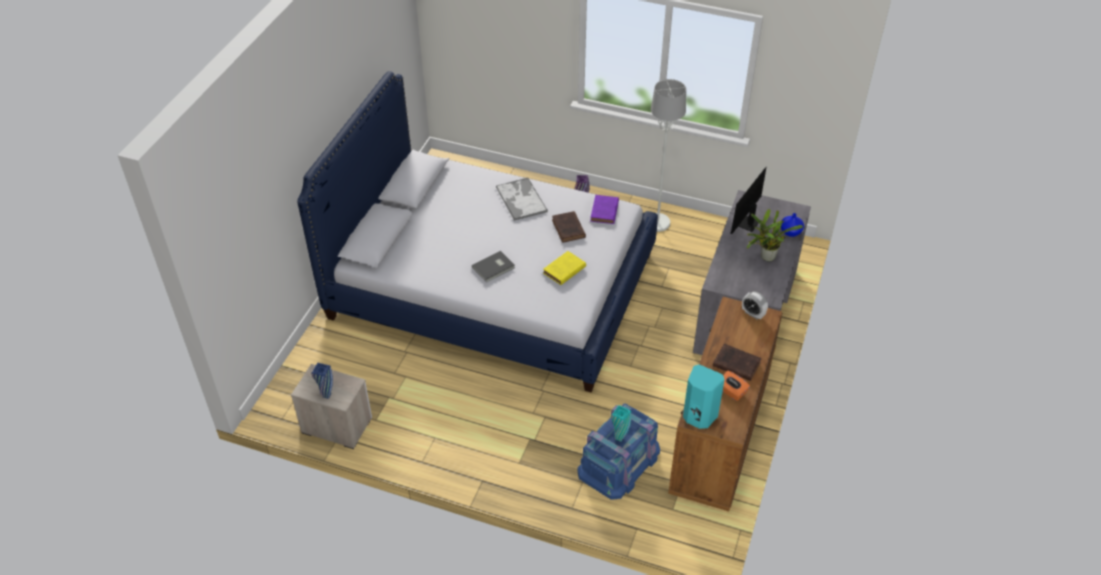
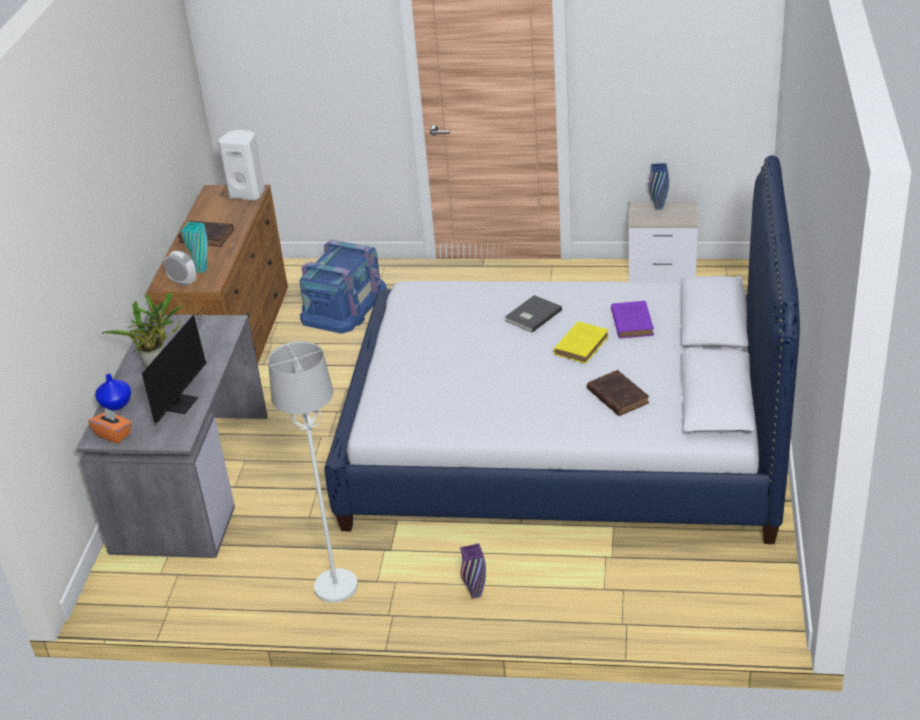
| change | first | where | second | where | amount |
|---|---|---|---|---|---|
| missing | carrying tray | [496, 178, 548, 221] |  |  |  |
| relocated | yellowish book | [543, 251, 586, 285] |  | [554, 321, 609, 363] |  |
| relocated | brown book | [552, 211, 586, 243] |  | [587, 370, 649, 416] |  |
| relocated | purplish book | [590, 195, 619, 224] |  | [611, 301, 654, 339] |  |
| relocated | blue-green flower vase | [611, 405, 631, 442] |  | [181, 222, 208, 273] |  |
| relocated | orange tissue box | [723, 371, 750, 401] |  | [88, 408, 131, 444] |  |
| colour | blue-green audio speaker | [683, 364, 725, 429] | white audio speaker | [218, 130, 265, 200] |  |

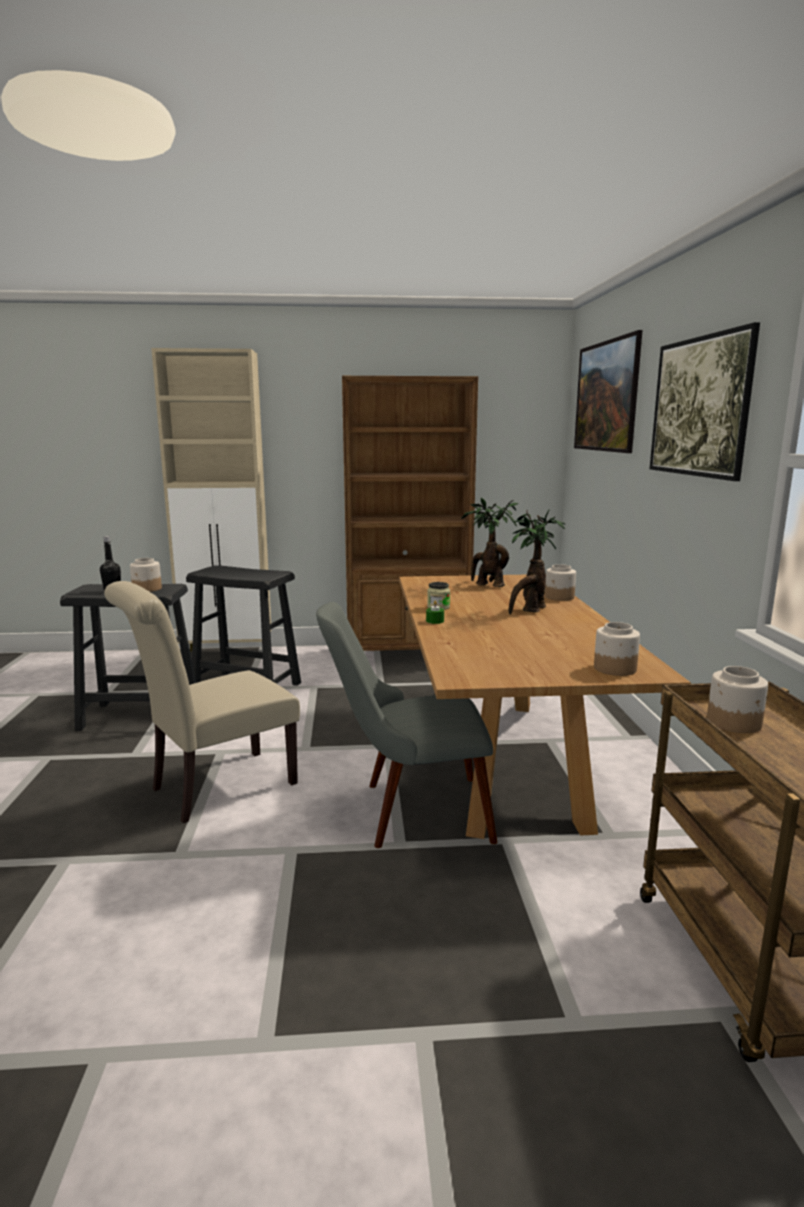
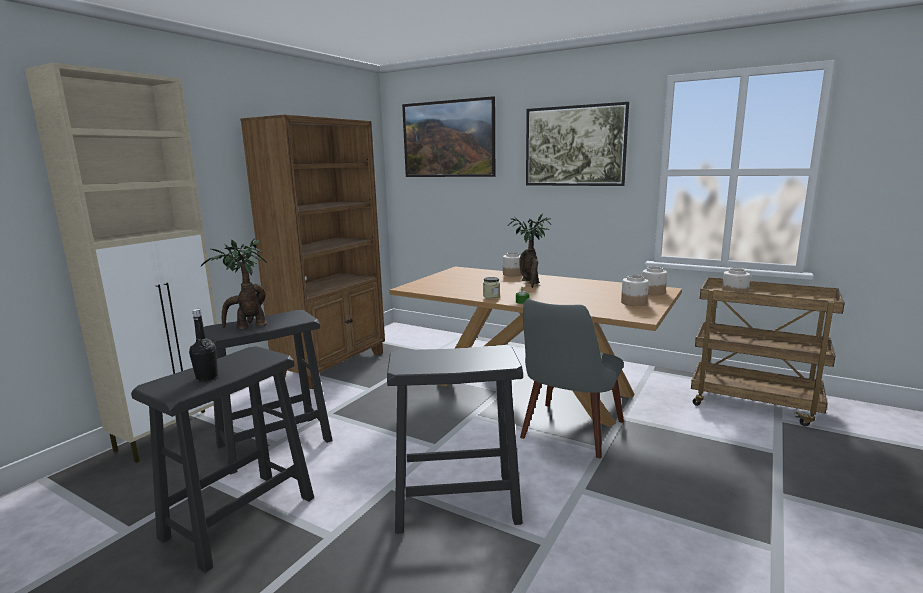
| change | first | where | second | where | amount |
|---|---|---|---|---|---|
| relocated | preserve jar | [130, 558, 162, 592] |  | [621, 275, 649, 306] |  |
| relocated | plant in a pot | [461, 498, 519, 587] |  | [201, 238, 267, 329] |  |
| exchanged | beige upright chair | [104, 581, 300, 823] | black stool seat | [387, 345, 523, 534] |  |

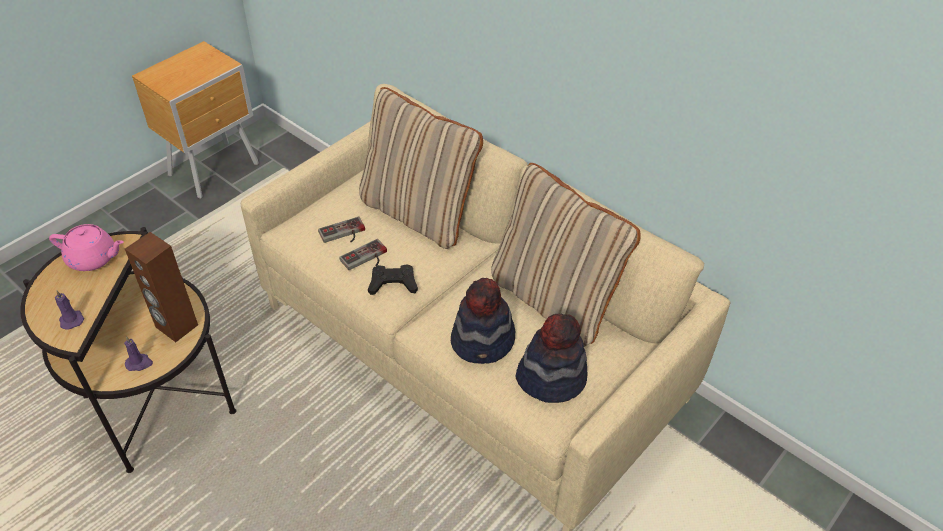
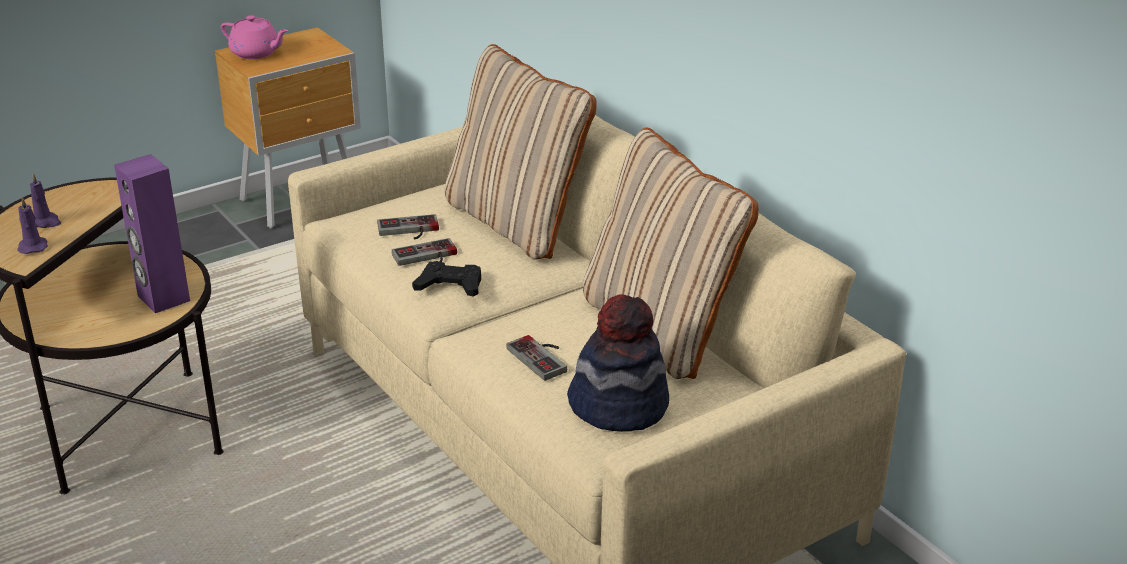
| change | first | where | second | where | amount |
|---|---|---|---|---|---|
| relocated | pink pot for tea | [49, 224, 124, 271] |  | [221, 15, 288, 59] |  |
| relocated | purplish wax light | [124, 336, 153, 371] |  | [30, 173, 61, 228] |  |
| exchanged | wearable hat | [451, 278, 515, 364] | game controller | [507, 335, 567, 381] |  |
| colour | brown audio speaker | [125, 232, 198, 342] | purplish audio speaker | [114, 154, 190, 313] |  |

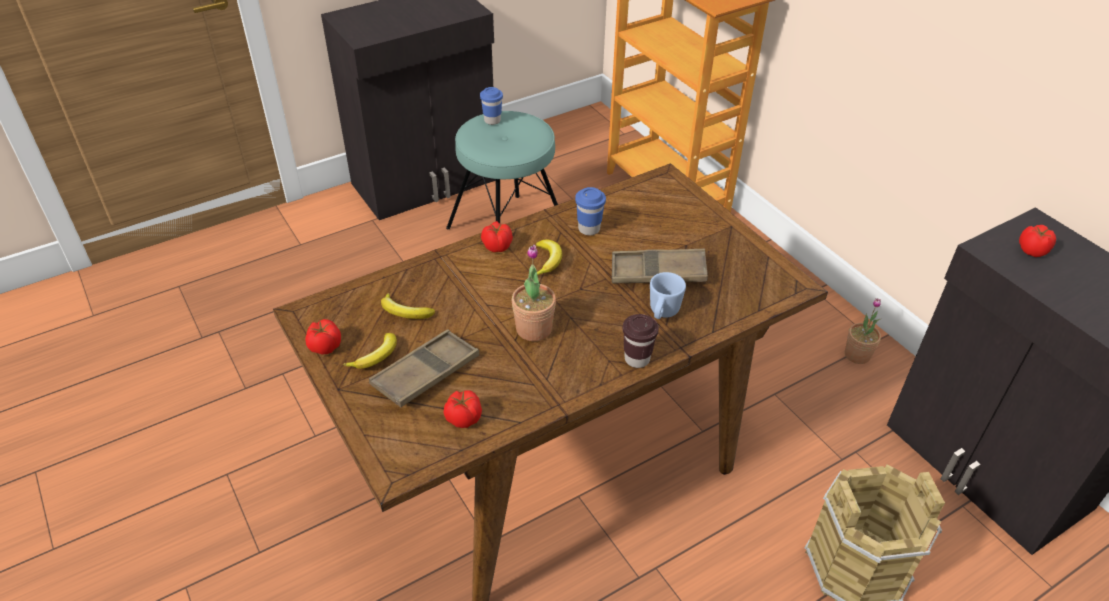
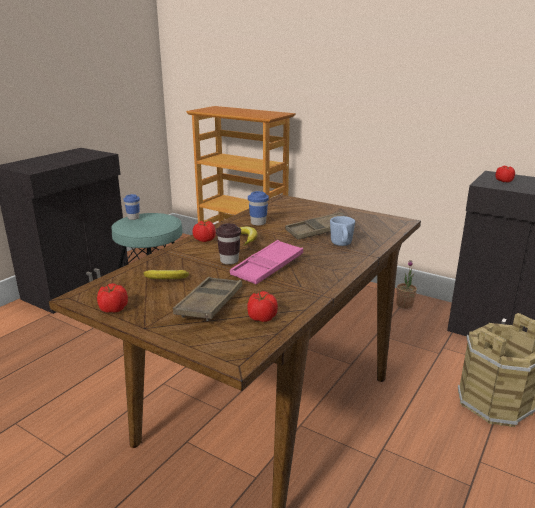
| change | first | where | second | where | amount |
|---|---|---|---|---|---|
| missing | banana fruit | [343, 333, 397, 369] |  |  |  |
| relocated | brown cup | [622, 314, 659, 368] |  | [216, 223, 241, 265] |  |
| exchanged | plant in a pot | [512, 245, 556, 341] | pink carrying tray | [230, 240, 303, 284] |  |

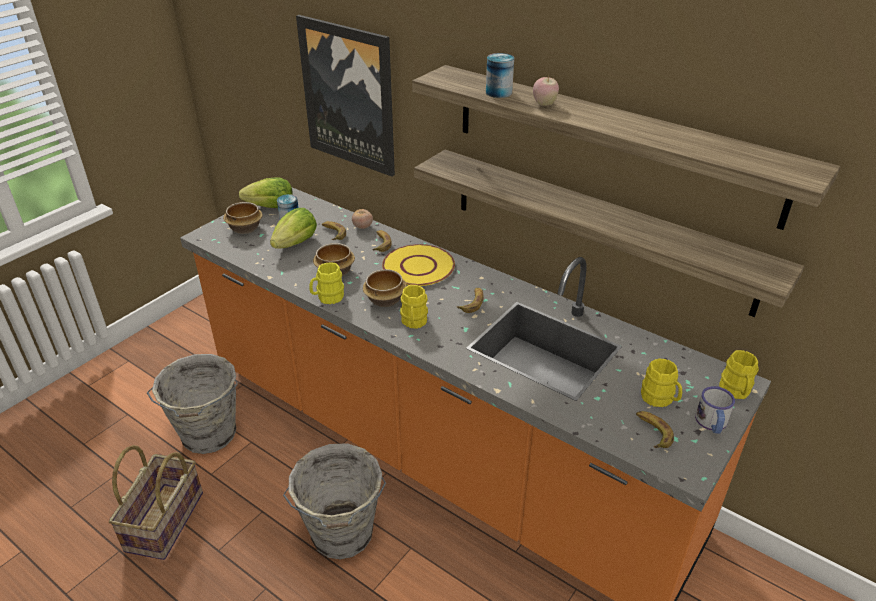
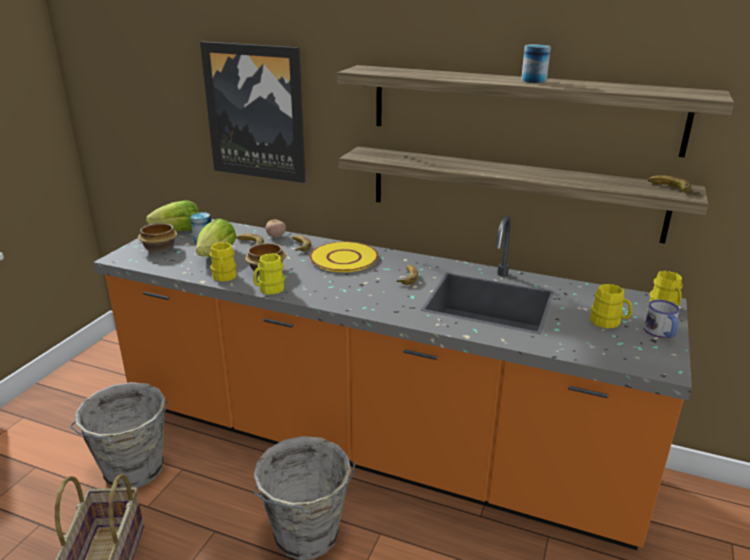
| change | first | where | second | where | amount |
|---|---|---|---|---|---|
| missing | bowl | [363, 269, 407, 307] |  |  |  |
| missing | whole apple | [533, 76, 559, 106] |  |  |  |
| relocated | yellowish mug | [400, 285, 428, 329] |  | [210, 242, 236, 282] |  |
| relocated | sealed can | [486, 53, 514, 98] |  | [521, 44, 551, 83] |  |
| relocated | banana fruit | [636, 411, 674, 448] |  | [648, 175, 691, 193] |  |

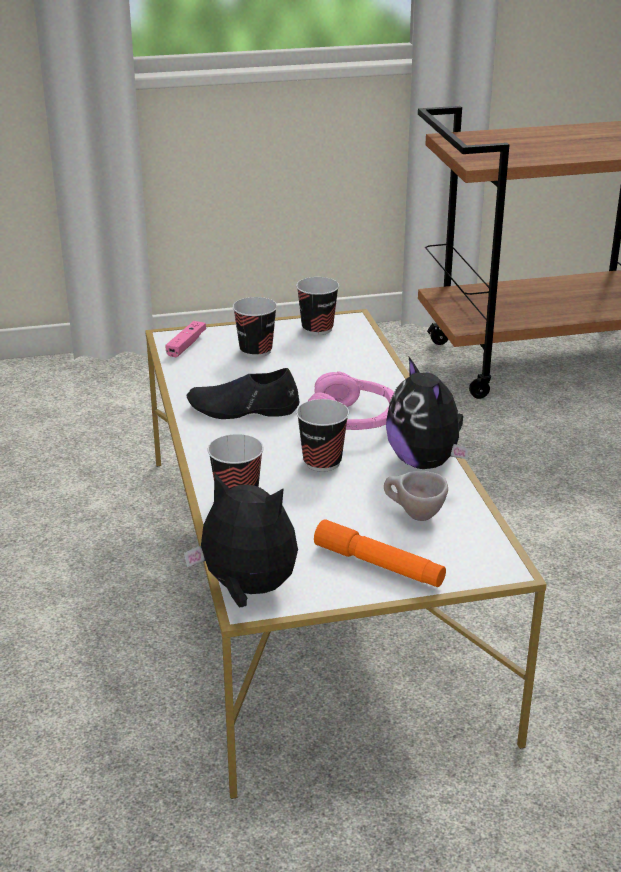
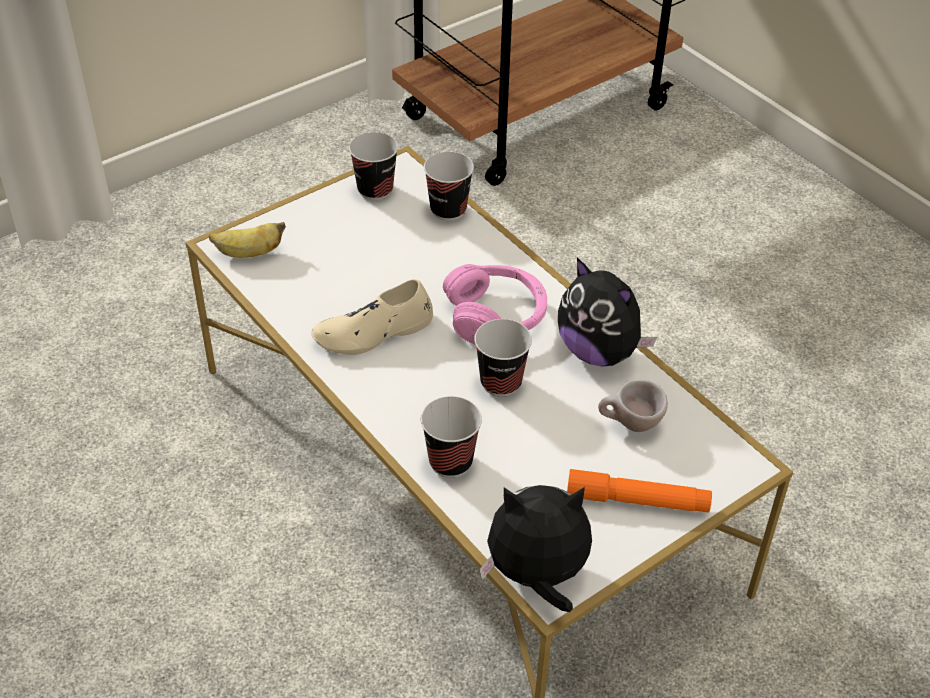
| change | first | where | second | where | amount |
|---|---|---|---|---|---|
| relocated | cup | [233, 297, 277, 358] |  | [424, 151, 474, 221] |  |
| exchanged | pink game controller | [166, 321, 206, 357] | banana fruit | [209, 221, 286, 258] |  |
| colour | black low shoe | [187, 368, 299, 419] | beige low shoe | [311, 279, 433, 355] |  |

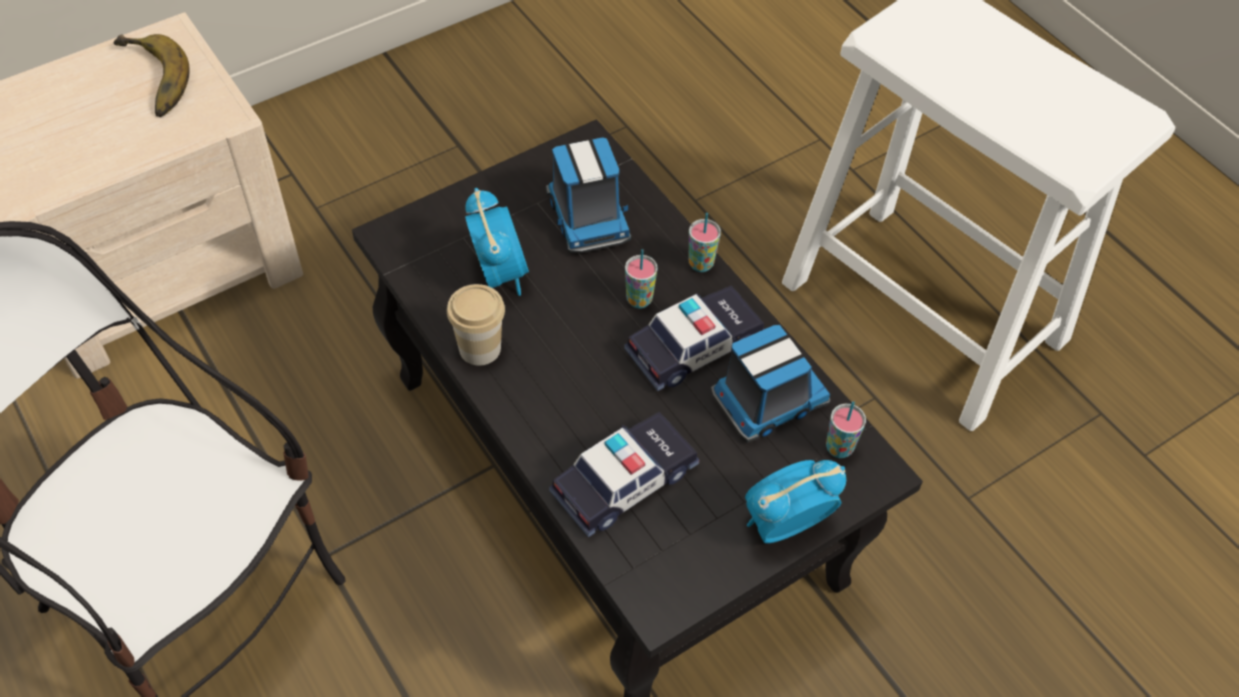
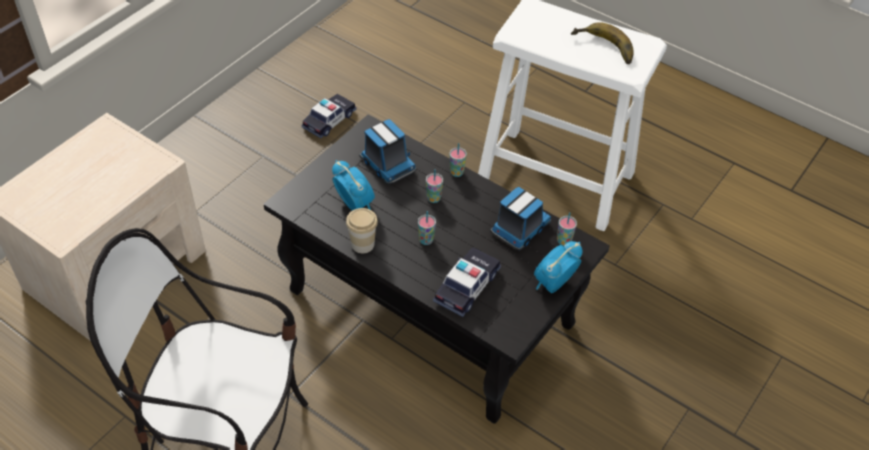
| change | first | where | second | where | amount |
|---|---|---|---|---|---|
| appeared |  |  | cup | [418, 211, 436, 245] |  |
| relocated | banana fruit | [113, 34, 190, 117] |  | [571, 22, 634, 64] |  |
| relocated | miniature car | [624, 285, 764, 391] |  | [302, 94, 356, 138] |  |

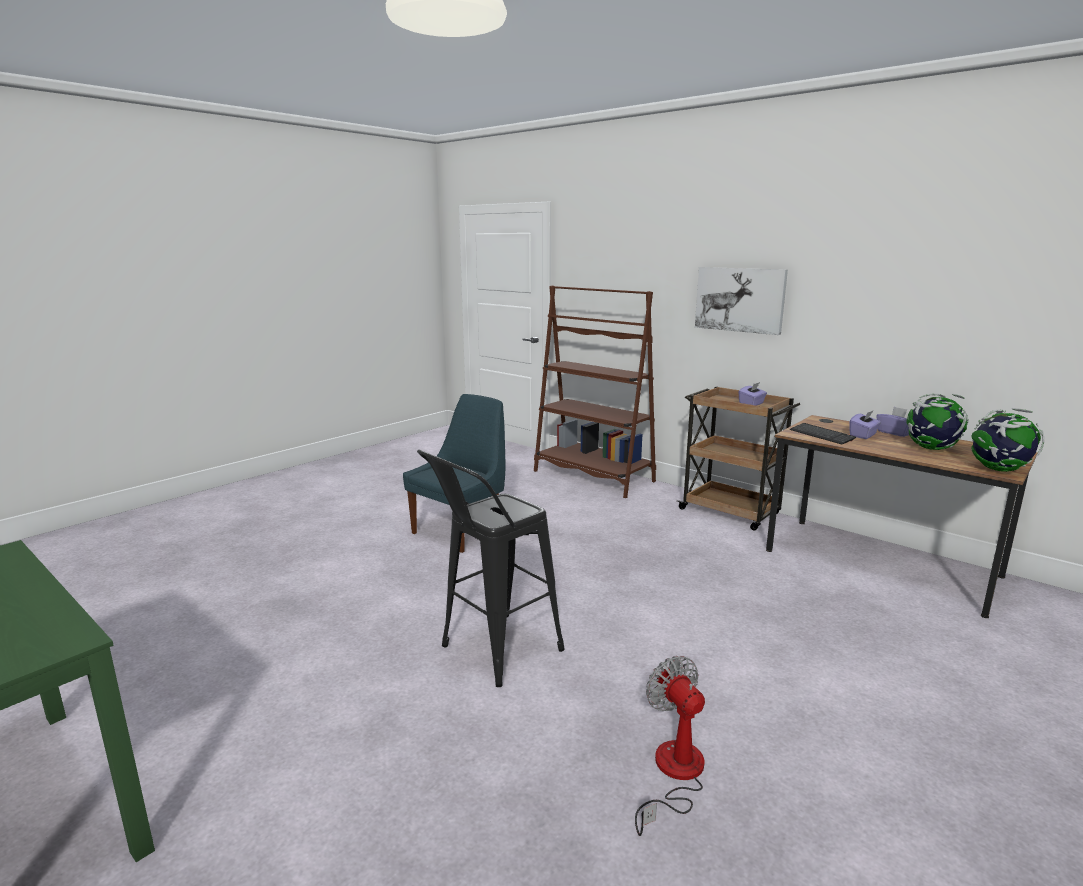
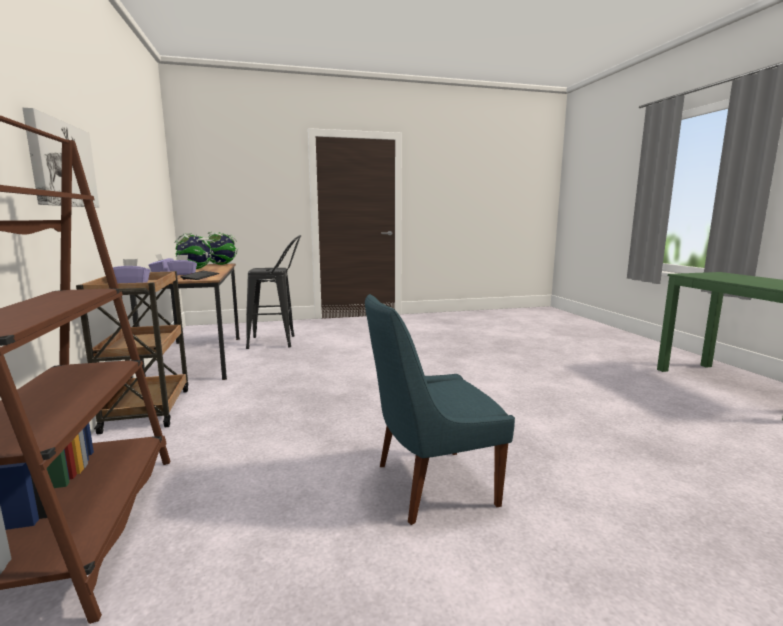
| change | first | where | second | where | amount |
|---|---|---|---|---|---|
| missing | cooling fan | [635, 656, 705, 836] |  |  |  |
| relocated | black stool seat | [417, 450, 565, 687] |  | [246, 235, 302, 349] |  |

